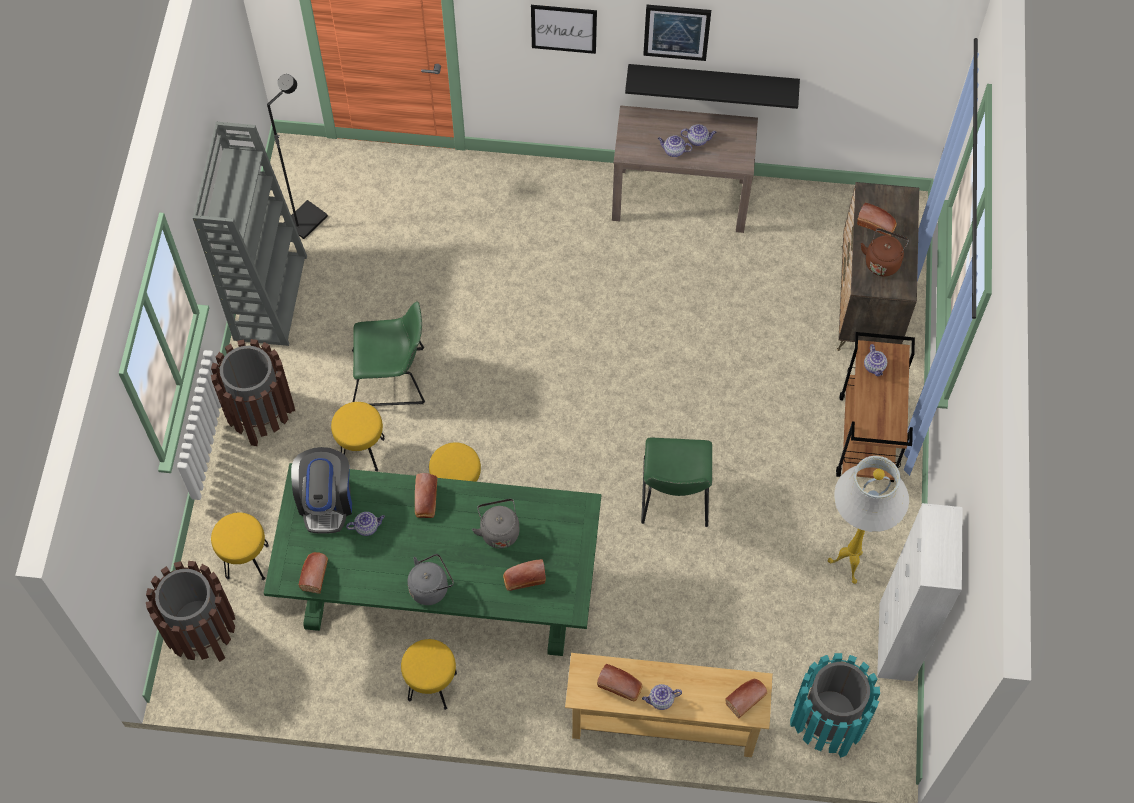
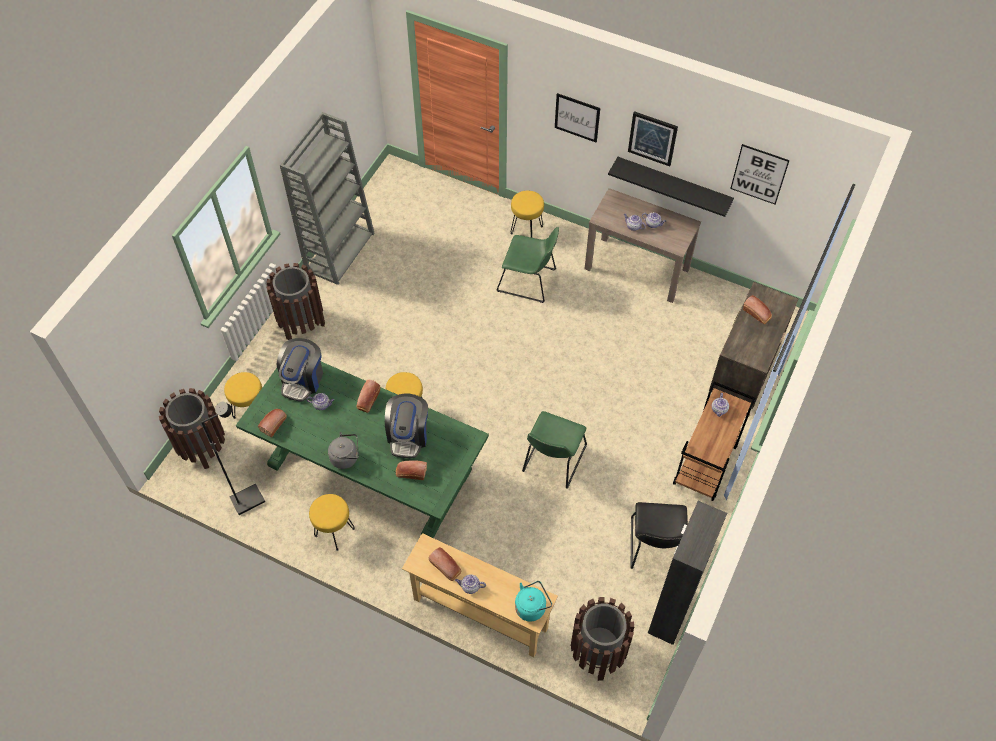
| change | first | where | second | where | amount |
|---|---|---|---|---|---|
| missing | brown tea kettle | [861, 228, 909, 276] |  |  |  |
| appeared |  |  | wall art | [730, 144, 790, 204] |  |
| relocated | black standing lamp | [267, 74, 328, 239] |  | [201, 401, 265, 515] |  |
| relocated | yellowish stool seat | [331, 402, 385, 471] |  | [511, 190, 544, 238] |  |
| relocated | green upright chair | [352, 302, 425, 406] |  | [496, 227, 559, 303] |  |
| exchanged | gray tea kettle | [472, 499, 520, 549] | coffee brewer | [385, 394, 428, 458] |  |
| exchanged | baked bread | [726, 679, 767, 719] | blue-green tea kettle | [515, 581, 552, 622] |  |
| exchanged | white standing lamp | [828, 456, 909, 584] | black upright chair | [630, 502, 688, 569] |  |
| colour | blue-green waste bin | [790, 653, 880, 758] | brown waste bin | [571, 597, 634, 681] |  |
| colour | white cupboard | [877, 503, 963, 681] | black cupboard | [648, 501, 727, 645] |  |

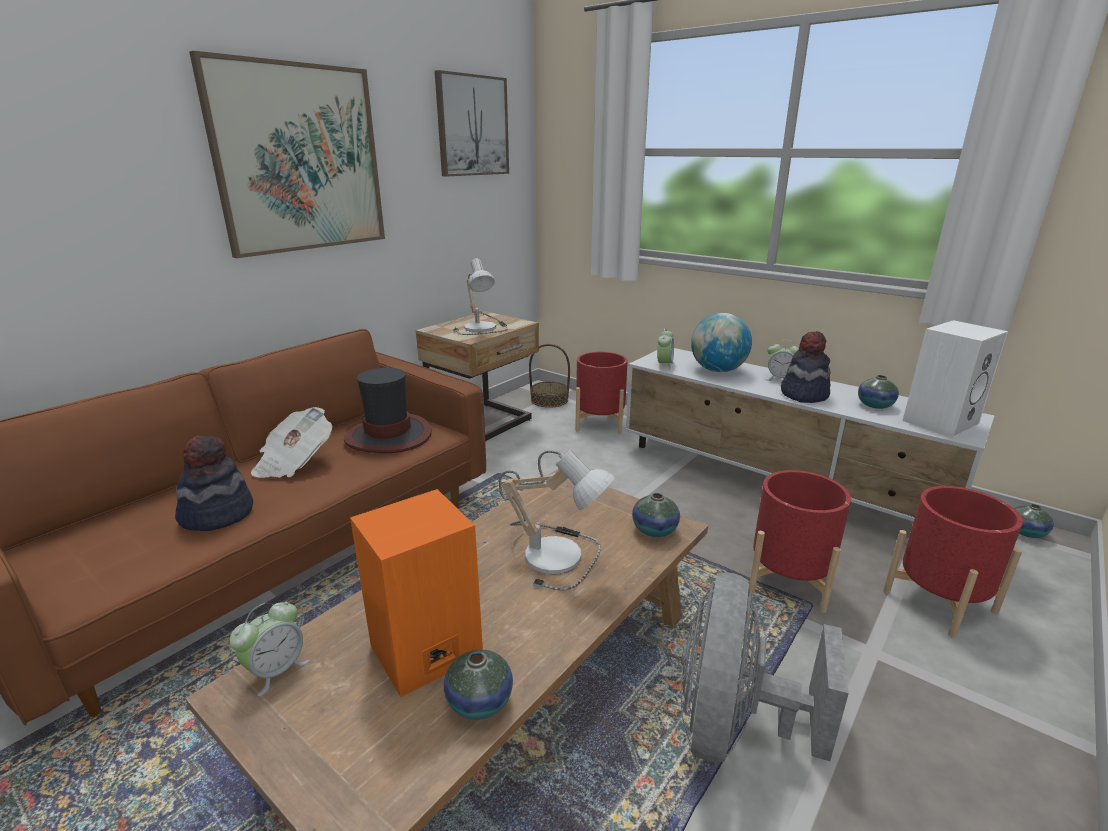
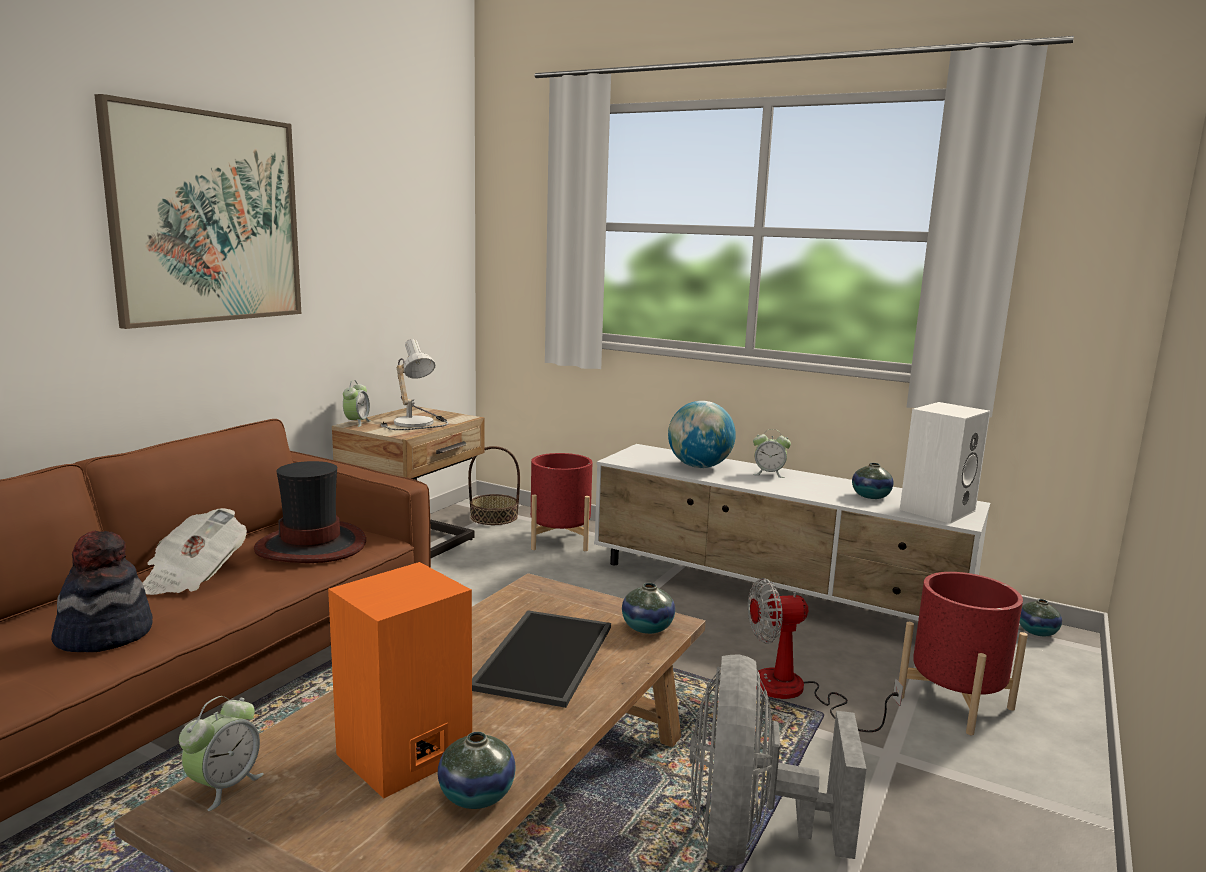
| change | first | where | second | where | amount |
|---|---|---|---|---|---|
| missing | wall art | [435, 70, 509, 177] |  |  |  |
| missing | wearable hat | [781, 331, 831, 403] |  |  |  |
| relocated | table clock | [657, 328, 674, 370] |  | [343, 380, 371, 427] |  |
| exchanged | table lamp | [499, 450, 615, 591] | carrying tray | [472, 610, 611, 708] |  |
| exchanged | reddish planter | [748, 470, 851, 613] | cooling fan | [748, 578, 903, 732] |  |

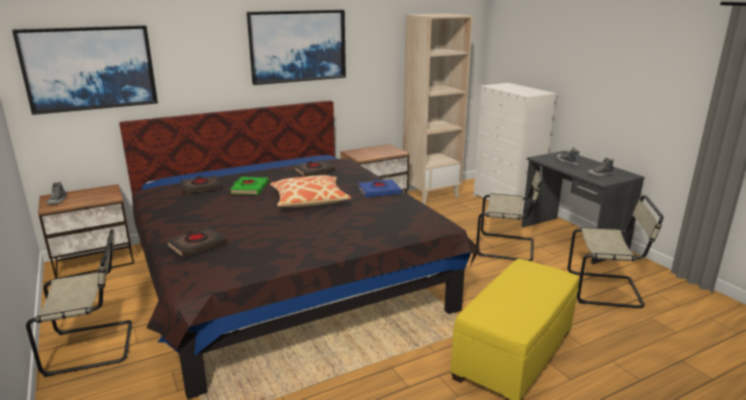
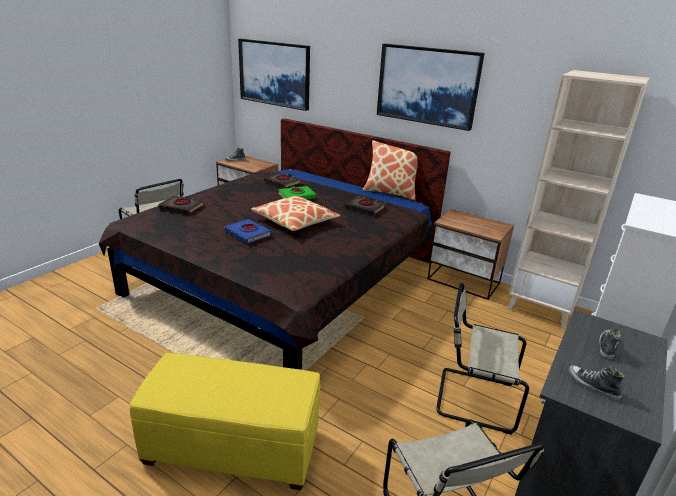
| change | first | where | second | where | amount |
|---|---|---|---|---|---|
| appeared |  |  | throw pillow | [362, 140, 418, 201] |  |
| relocated | bluish book | [358, 179, 401, 197] |  | [224, 219, 272, 244] |  |
| spun | beige upright chair | [476, 166, 543, 261] |  | [436, 283, 529, 435] | 120 degrees clockwise |

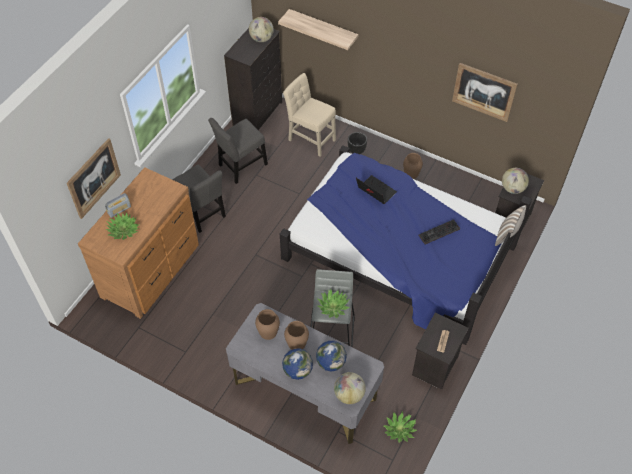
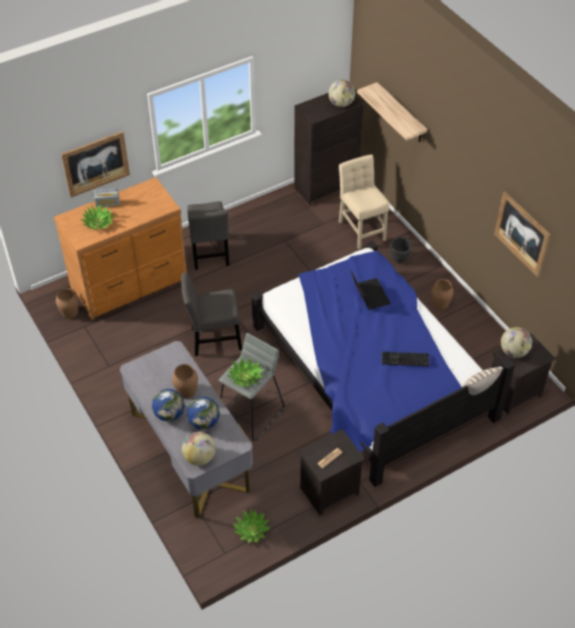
| change | first | where | second | where | amount |
|---|---|---|---|---|---|
| relocated | gray upright chair | [208, 118, 268, 184] |  | [181, 273, 242, 356] |  |
| relocated | brown flower vase | [255, 309, 280, 340] |  | [56, 288, 79, 319] |  |

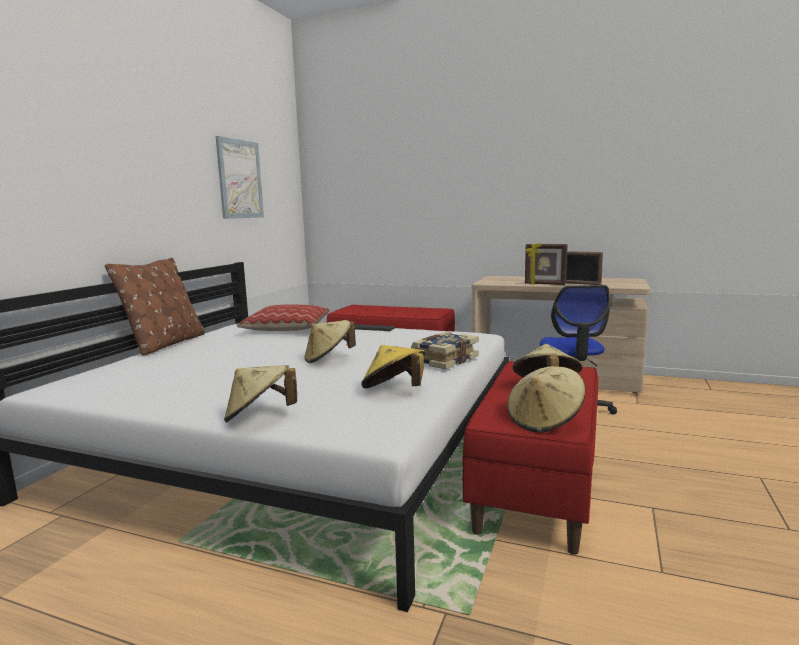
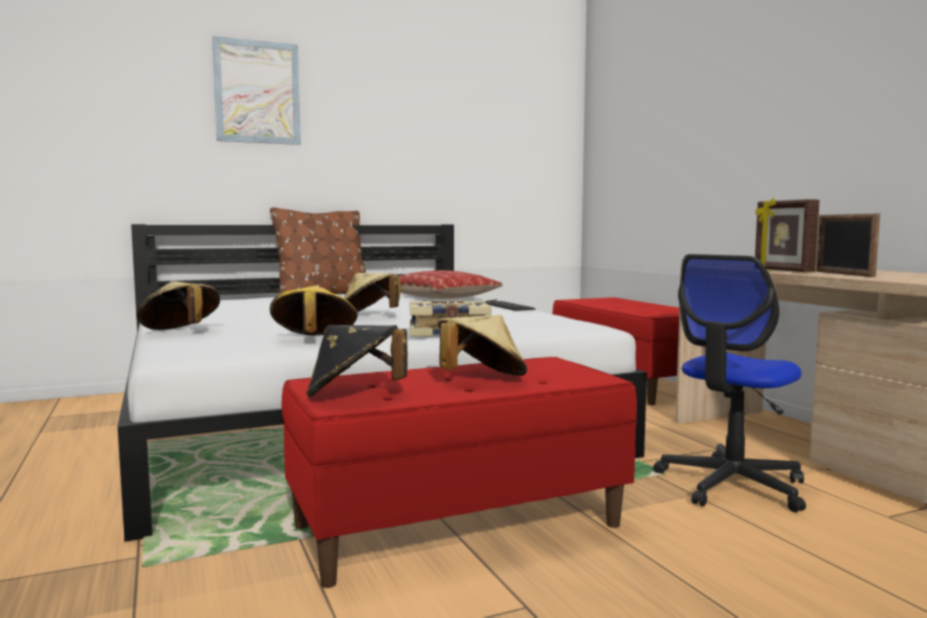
| change | first | where | second | where | amount |
|---|---|---|---|---|---|
| relocated | wall art | [216, 136, 264, 219] |  | [212, 36, 301, 145] |  |
| colour | beige wearable hat | [507, 366, 586, 432] | black wearable hat | [306, 325, 408, 397] |  |

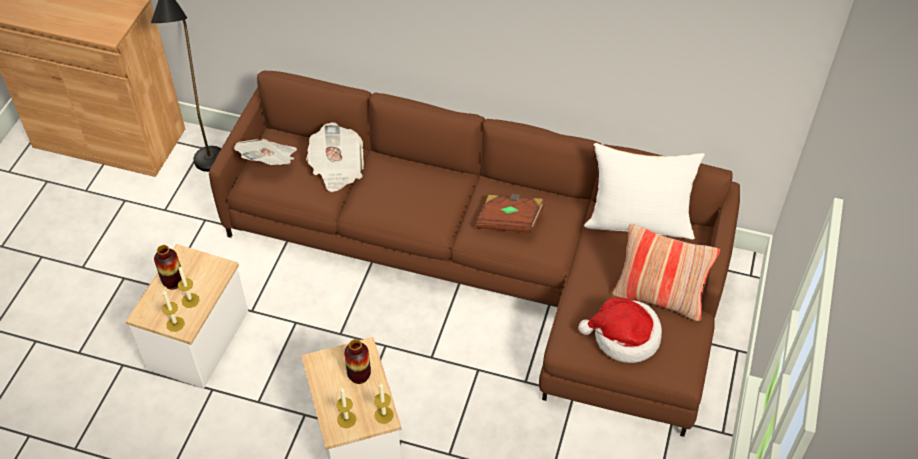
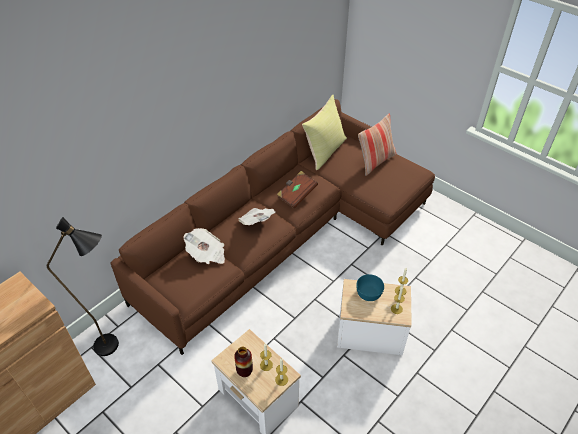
| change | first | where | second | where | amount |
|---|---|---|---|---|---|
| missing | wearable hat | [578, 298, 662, 363] |  |  |  |
| relocated | daily paper | [234, 139, 297, 165] |  | [238, 208, 275, 225] |  |
| exchanged | flower vase | [344, 339, 371, 384] | blue-green bowl | [356, 274, 384, 301] |  |
| colour | white throw pillow | [584, 143, 705, 240] | yellowish throw pillow | [302, 94, 347, 170] |  |

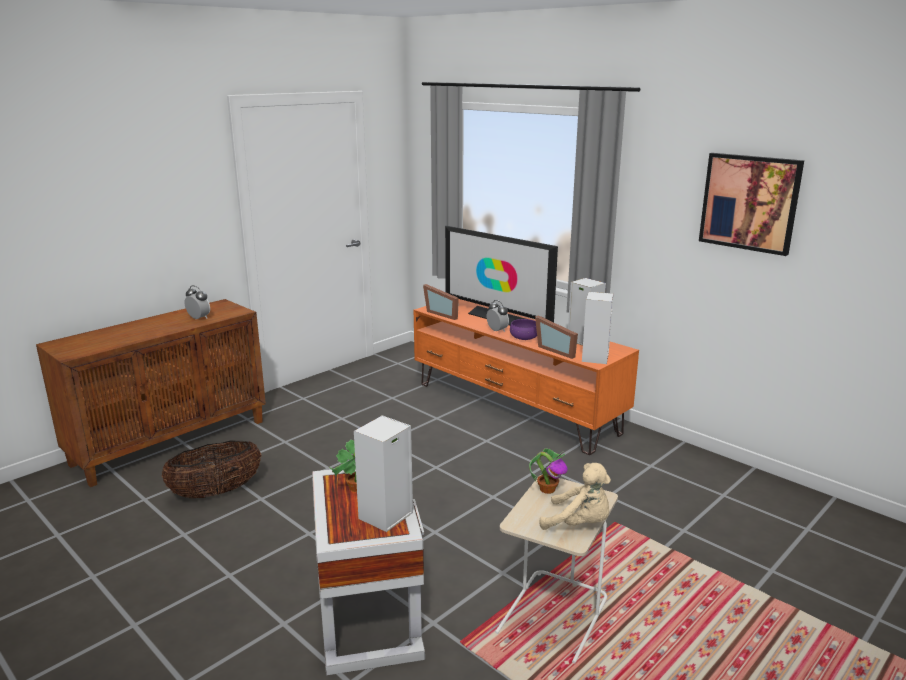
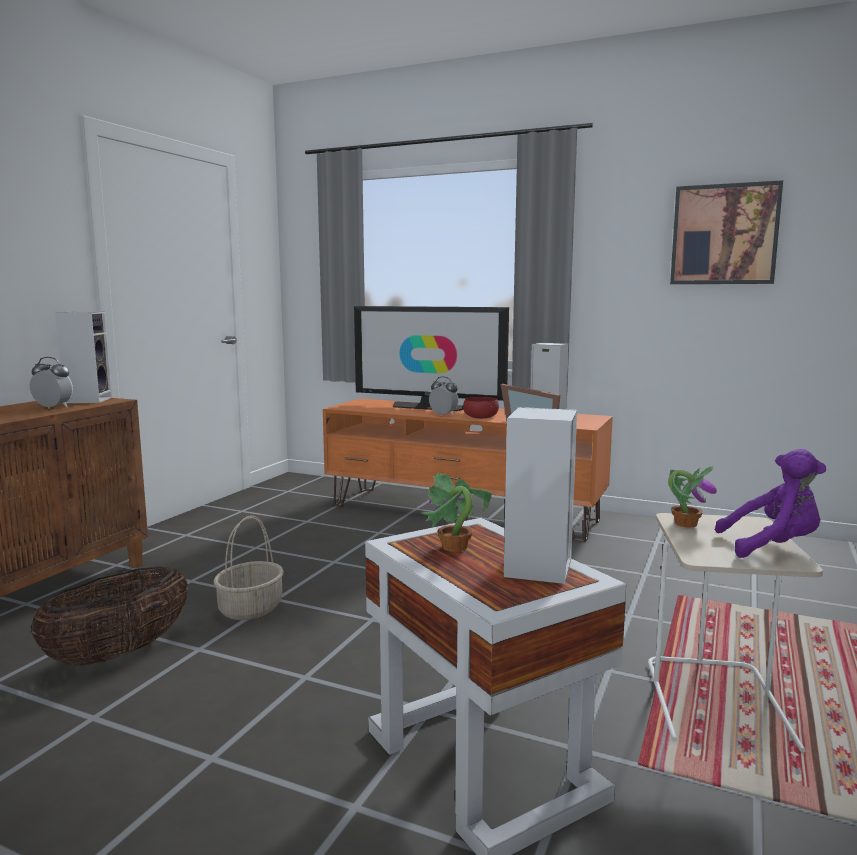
| change | first | where | second | where | amount |
|---|---|---|---|---|---|
| missing | standing frame | [423, 284, 459, 320] |  |  |  |
| appeared |  |  | basket | [214, 516, 284, 620] |  |
| relocated | audio speaker | [582, 292, 614, 364] |  | [55, 312, 112, 403] |  |
| colour | purplish bowl | [510, 319, 537, 340] | reddish bowl | [463, 397, 499, 418] |  |
| colour | beige plush toy | [539, 463, 611, 530] | purplish plush toy | [715, 449, 826, 558] |  |

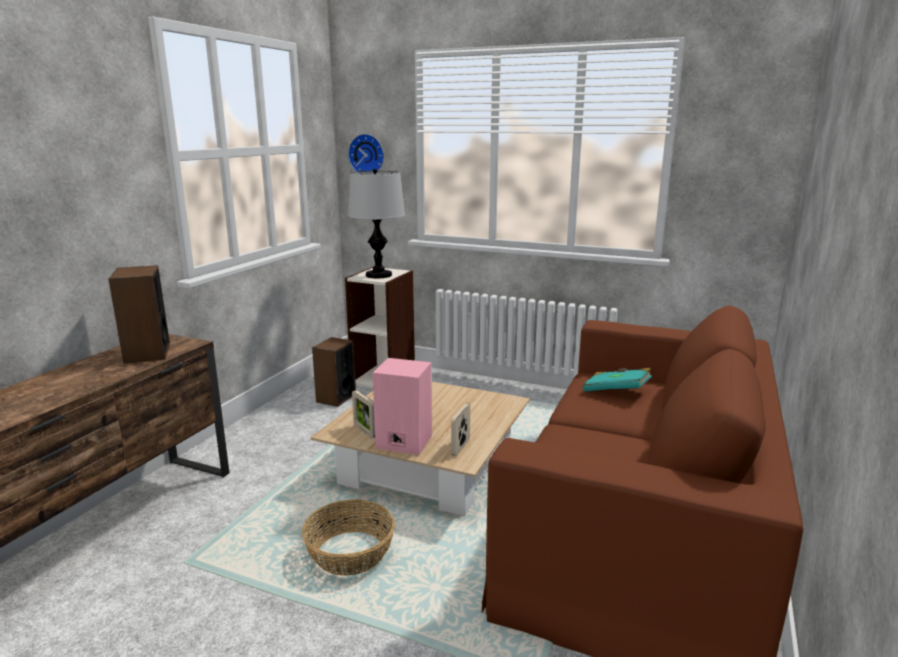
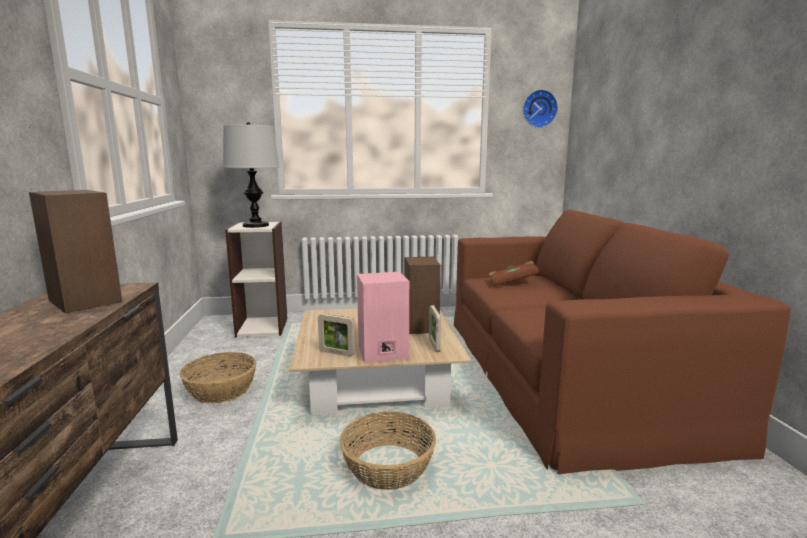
| change | first | where | second | where | amount |
|---|---|---|---|---|---|
| appeared |  |  | basket | [180, 352, 257, 403] |  |
| relocated | audio speaker | [312, 337, 356, 407] |  | [404, 257, 441, 334] |  |
| relocated | hanging clock | [348, 134, 384, 172] |  | [523, 89, 558, 128] |  |
| colour | blue-green book | [583, 368, 652, 392] | brown book | [489, 261, 540, 286] |  |

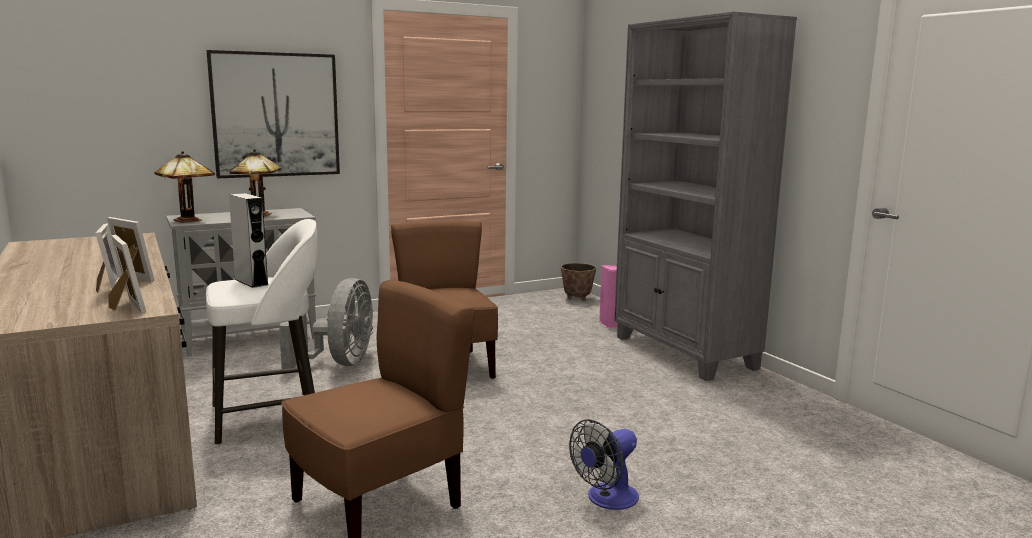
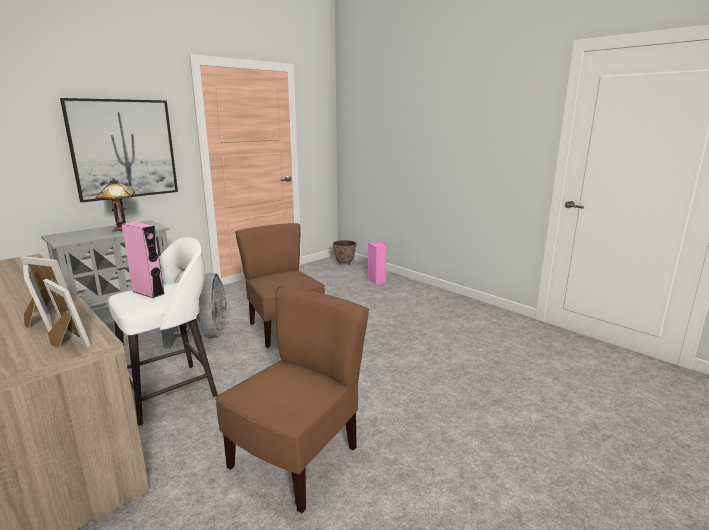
| change | first | where | second | where | amount |
|---|---|---|---|---|---|
| missing | table lamp | [154, 151, 215, 223] |  |  |  |
| missing | cooling fan | [569, 419, 639, 510] |  |  |  |
| missing | gray bookcase | [614, 12, 797, 381] |  |  |  |
| colour | gray audio speaker | [229, 193, 268, 288] | pink audio speaker | [122, 222, 164, 298] |  |

